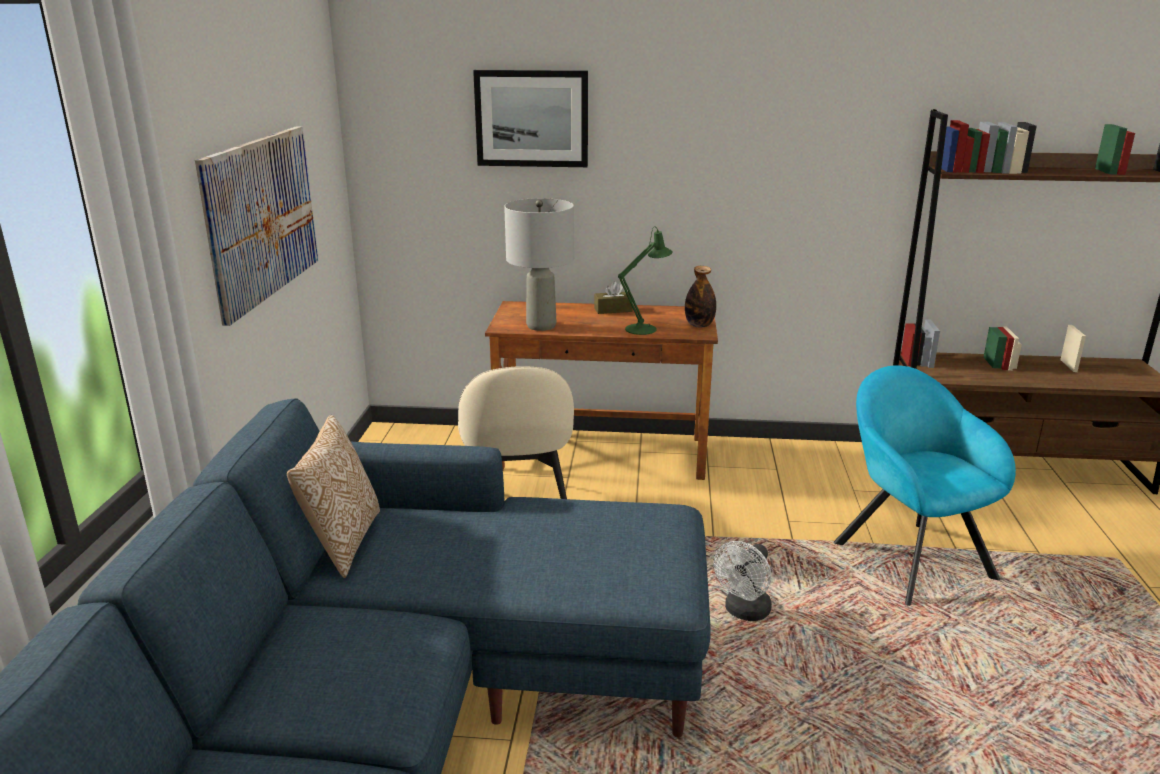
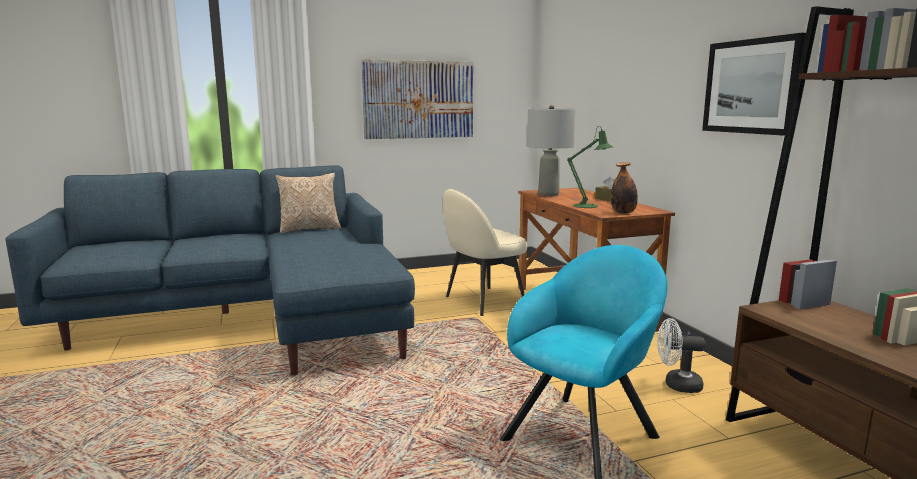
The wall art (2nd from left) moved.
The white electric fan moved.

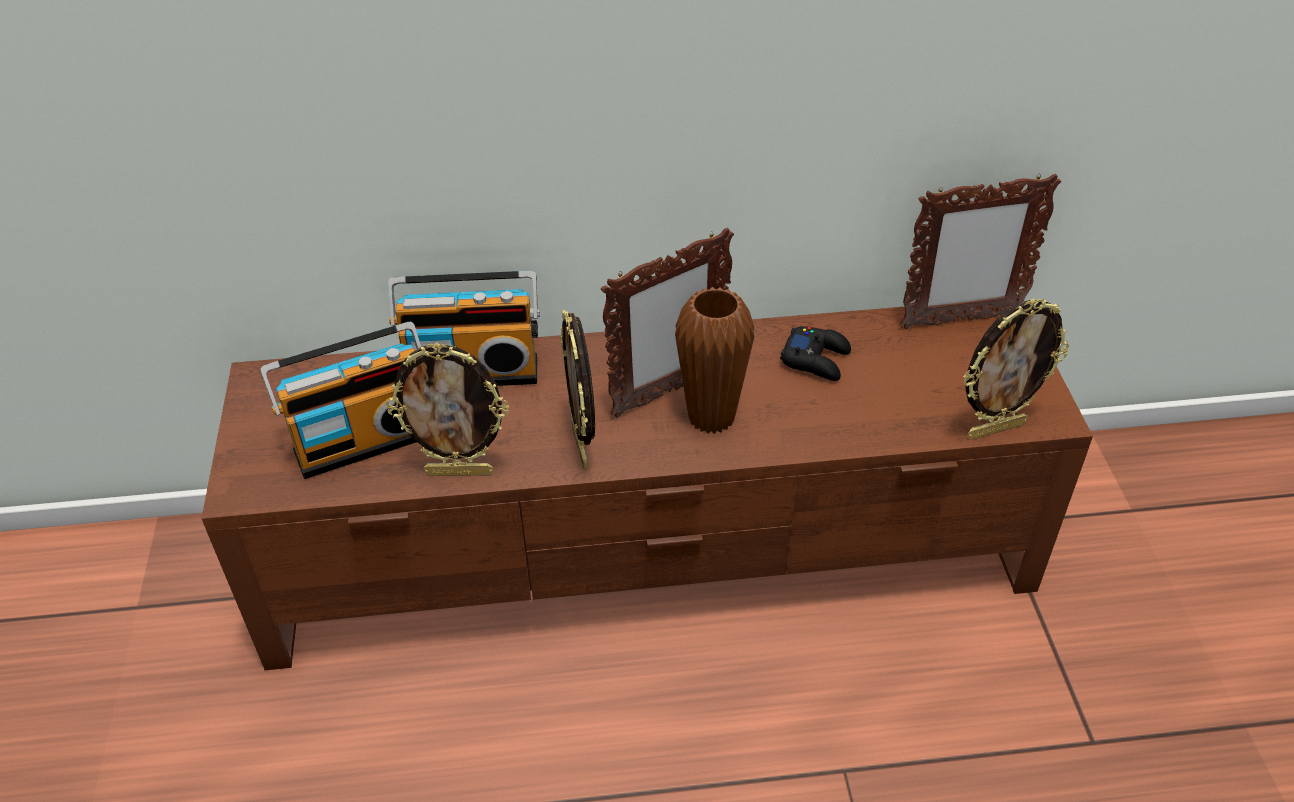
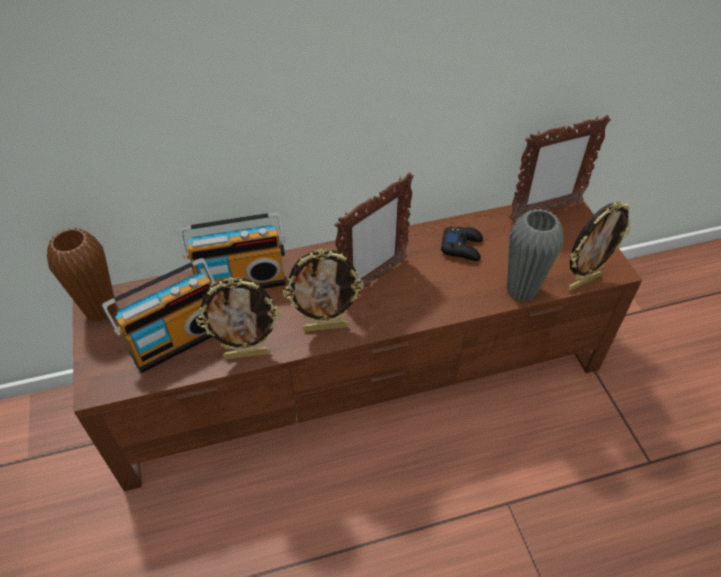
The brown flower vase moved.
The picture frame (2nd from left) turned 75 degrees counterclockwise.
The gray flower vase appeared.

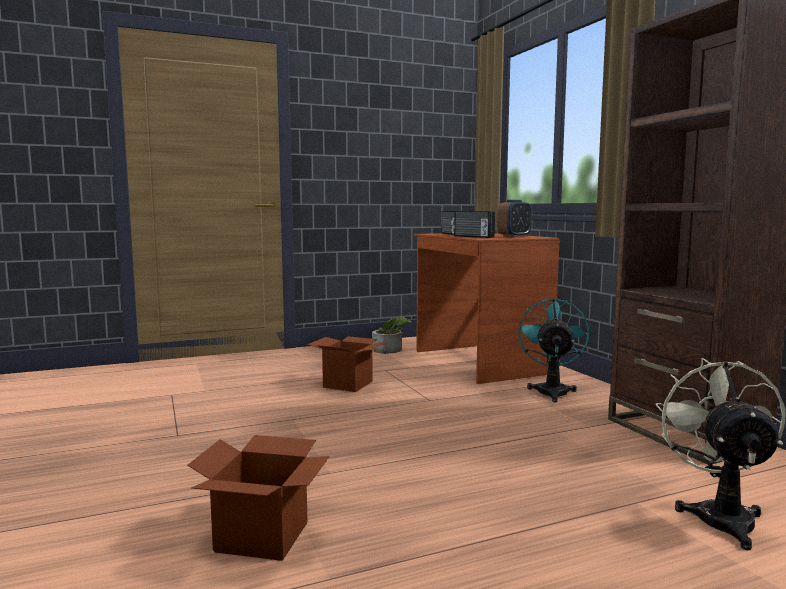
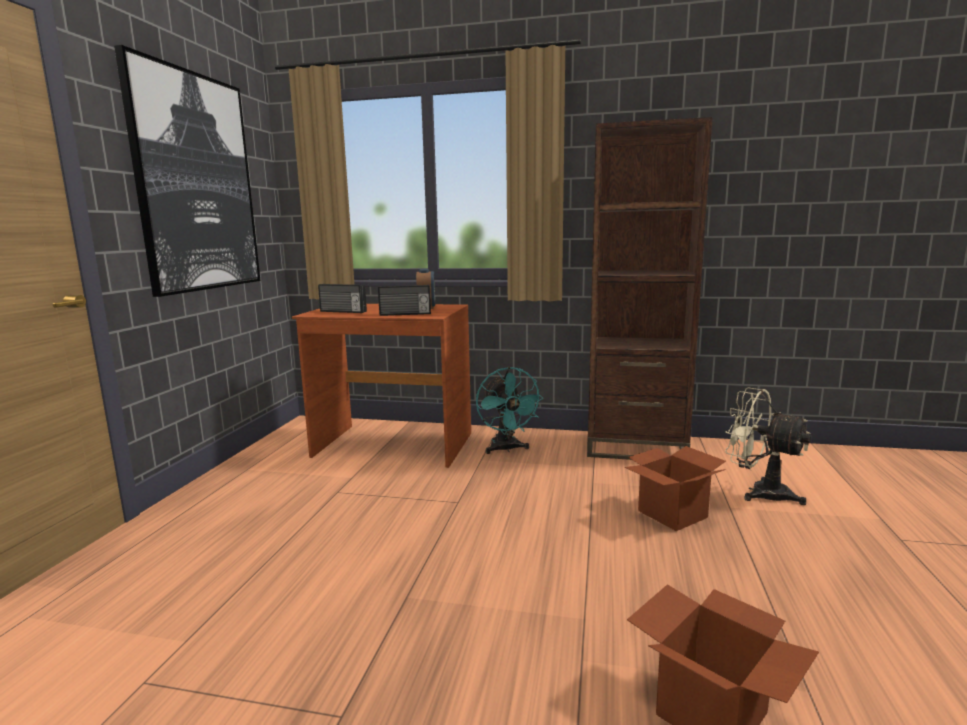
The turquoise electric fan turned 150 degrees counterclockwise.
The houseplant disappeared.
The cardboard box (2nd from left in the first image) moved.
The wall art appeared.

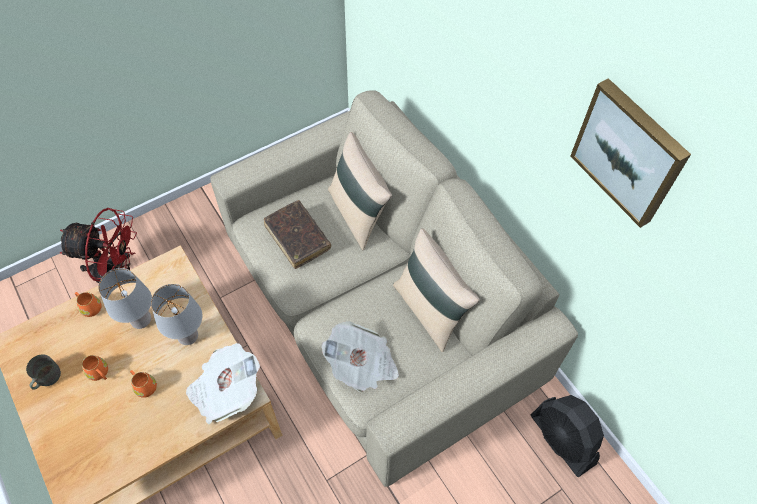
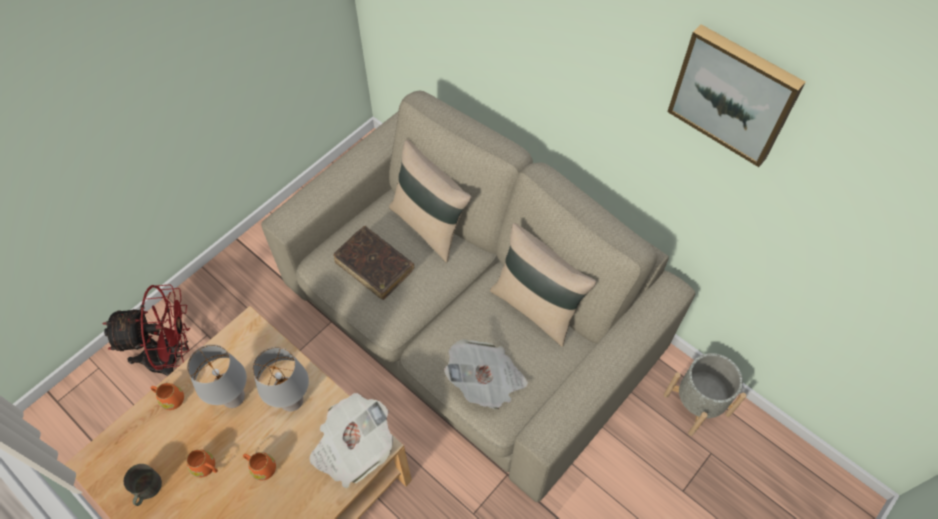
The black electric fan was replaced by the gray planter.

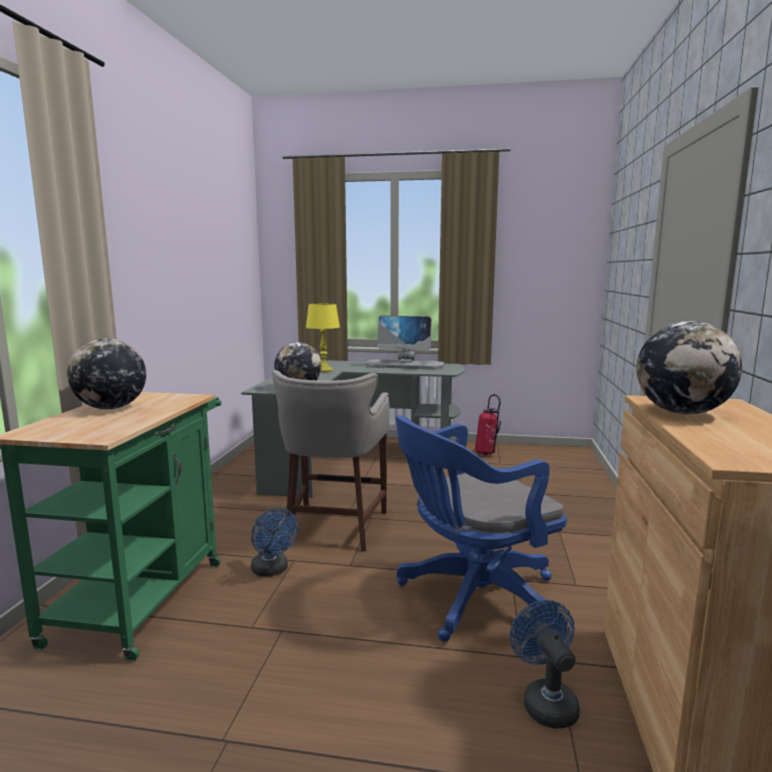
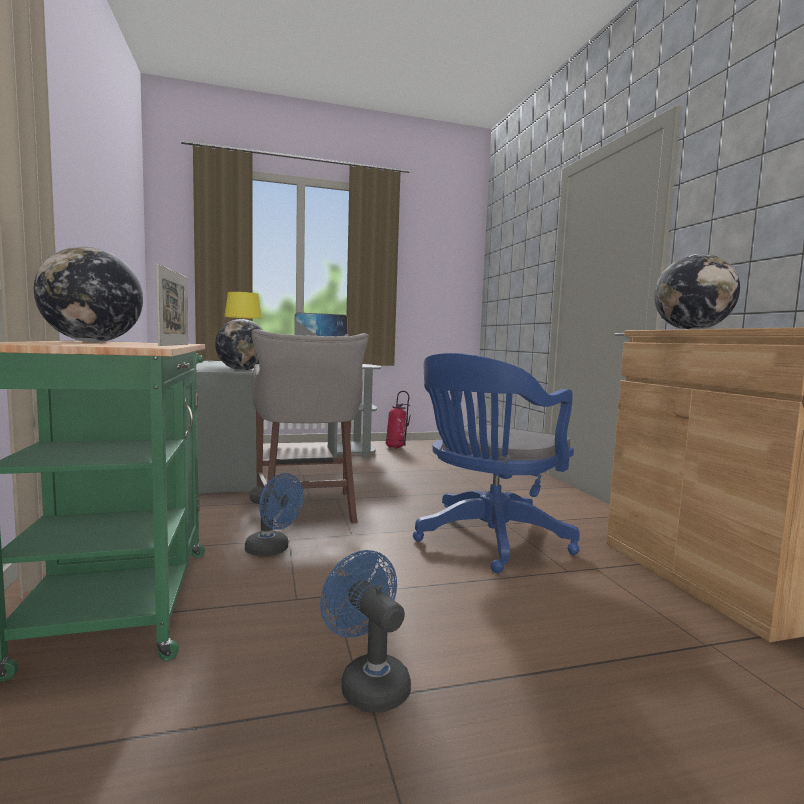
The blue-coloured electric fan (2nd from left) moved.
The picture frame appeared.

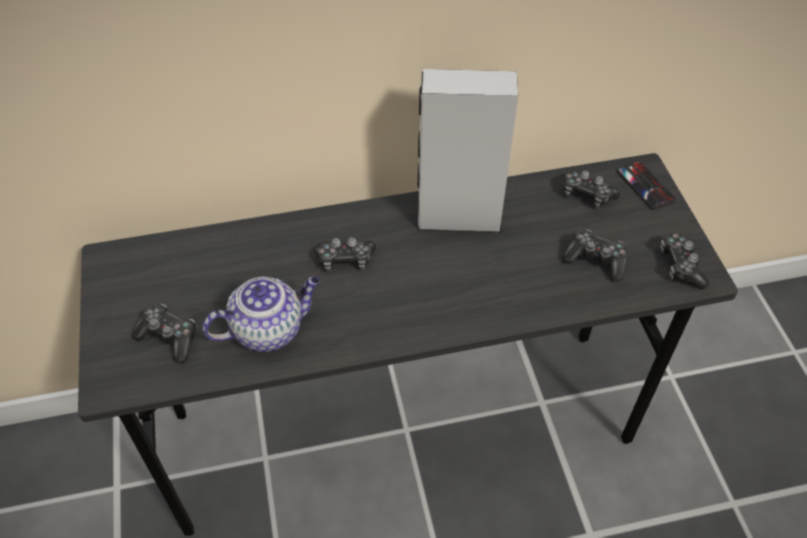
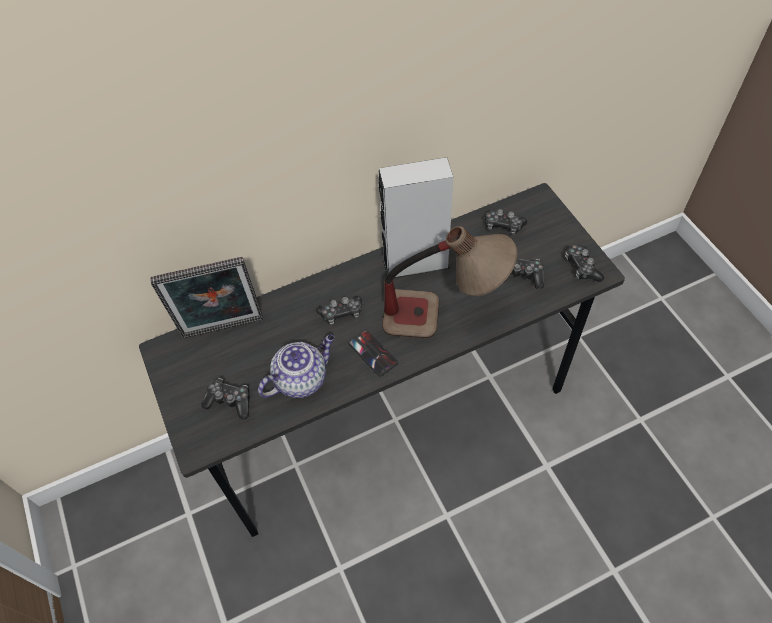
The telephone moved.
The tabletop lamp appeared.
The picture frame appeared.

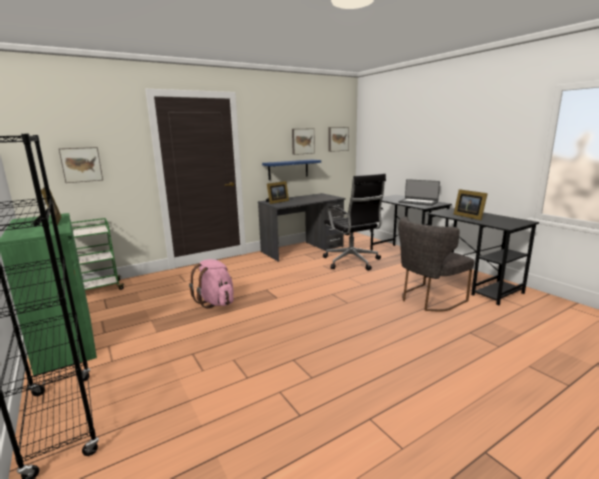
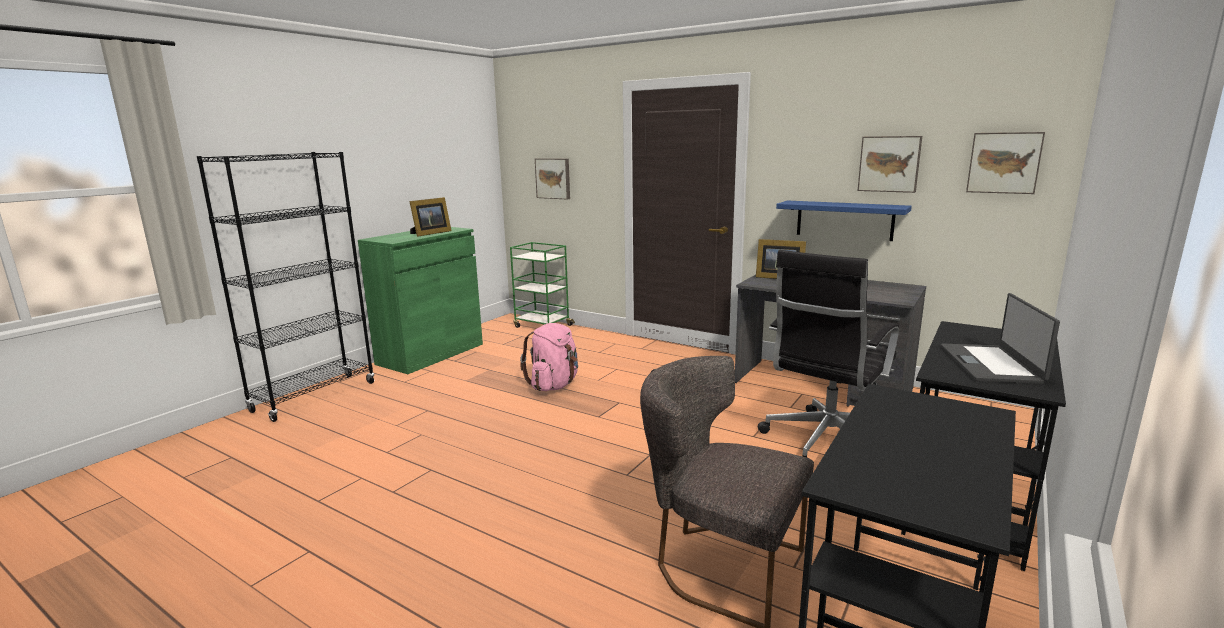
The picture frame (3rd from left) disappeared.

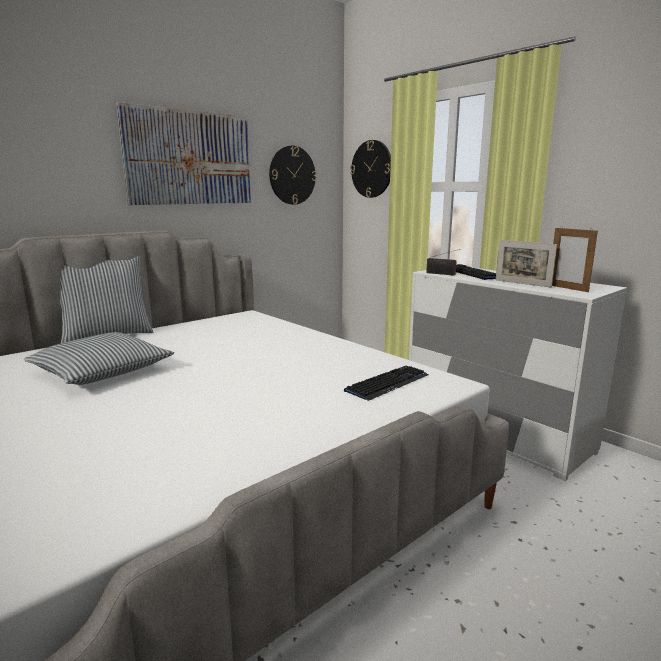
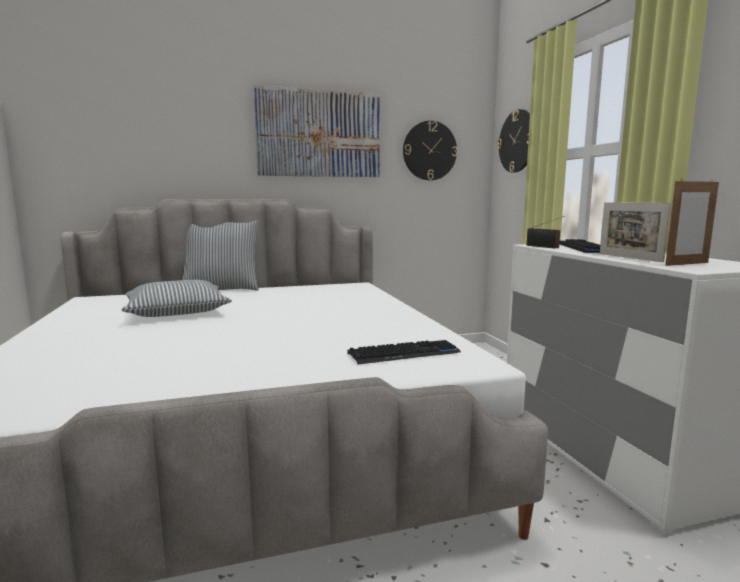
The picture frame (2nd from left) turned 105 degrees counterclockwise.

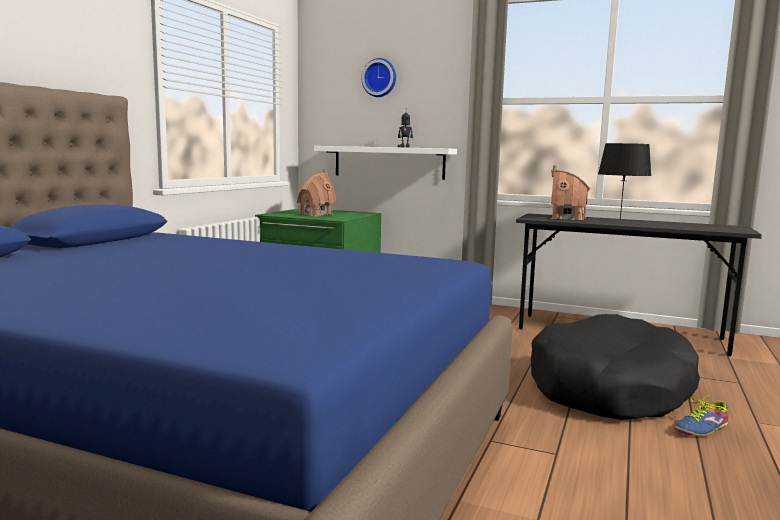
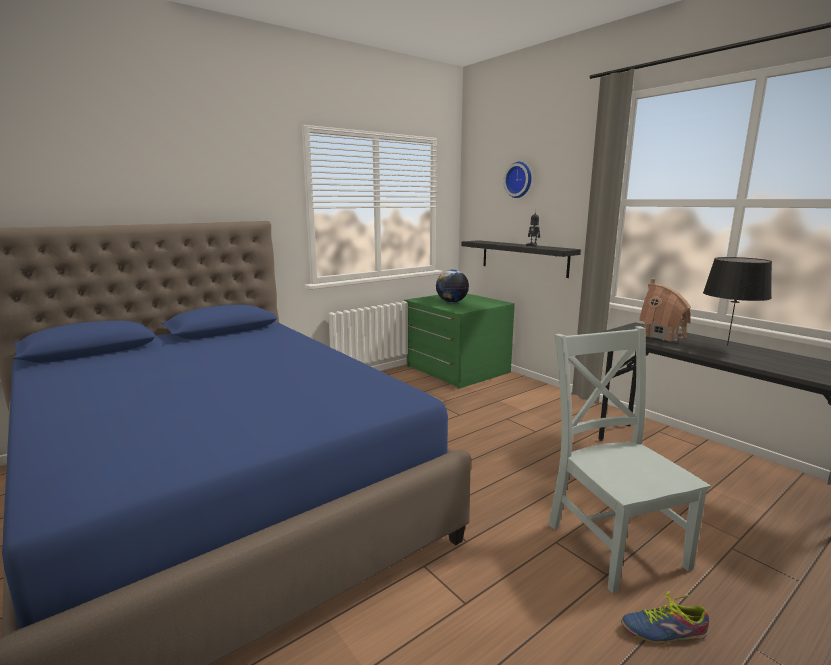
The white shelf became the black shelf.
The toy house (1st from left) was replaced by the desk globe.
The black dog bed was replaced by the gray chair.

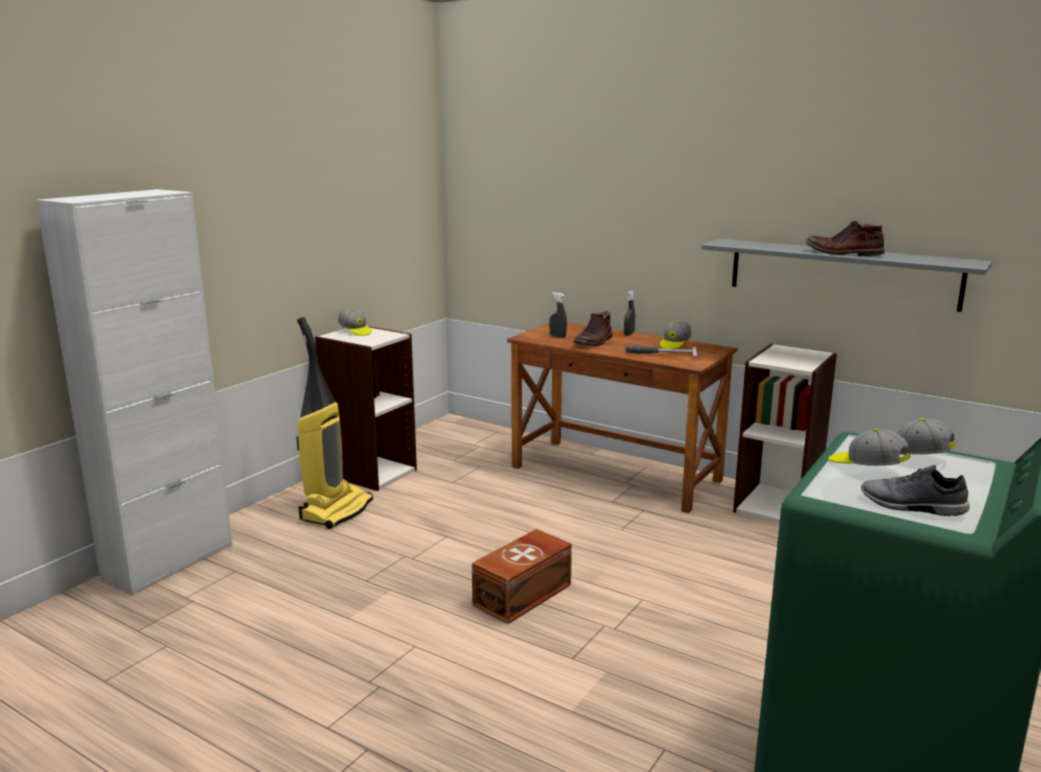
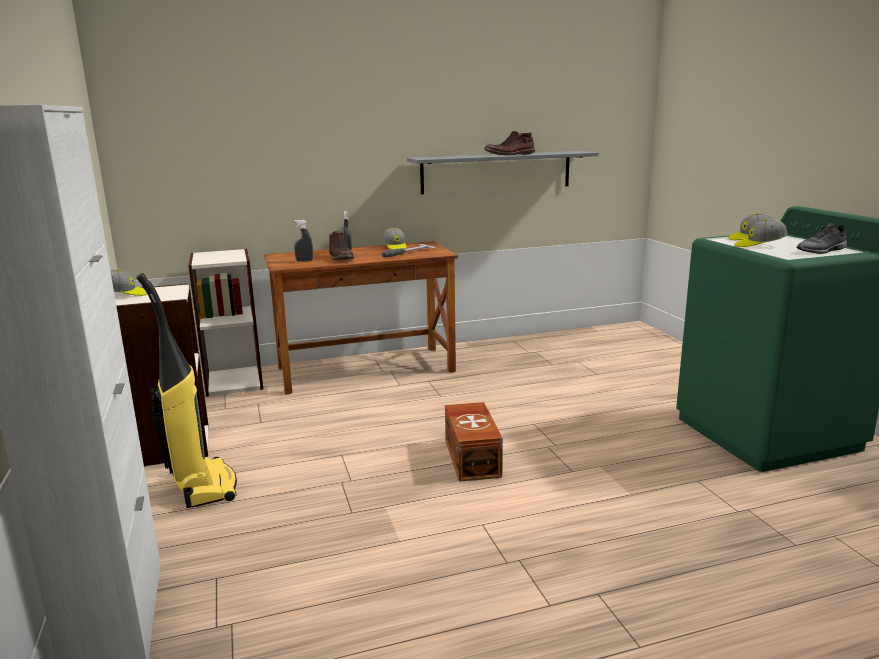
The bookshelf (2nd from left) moved.

